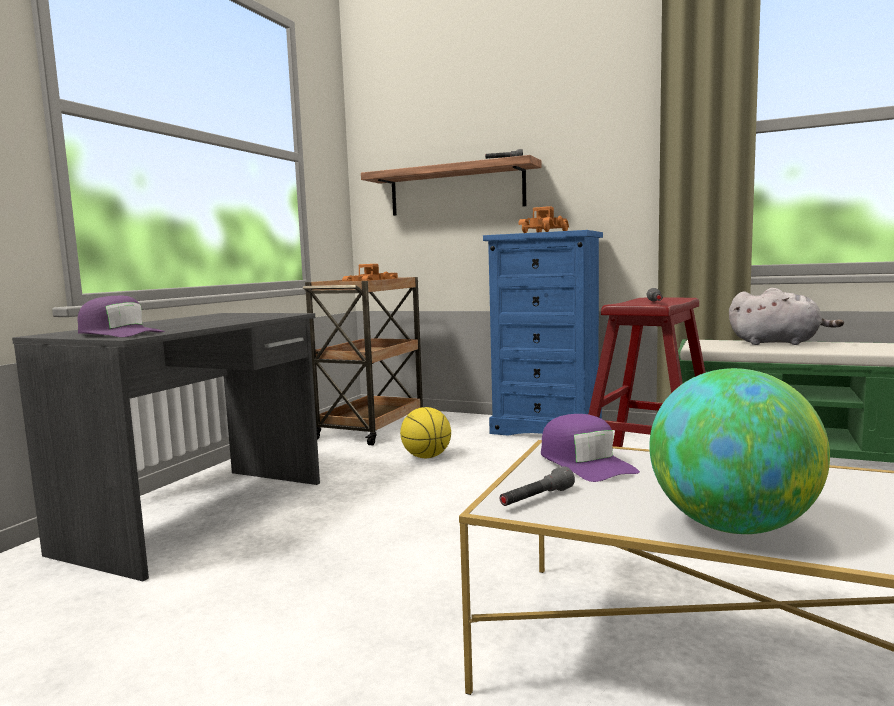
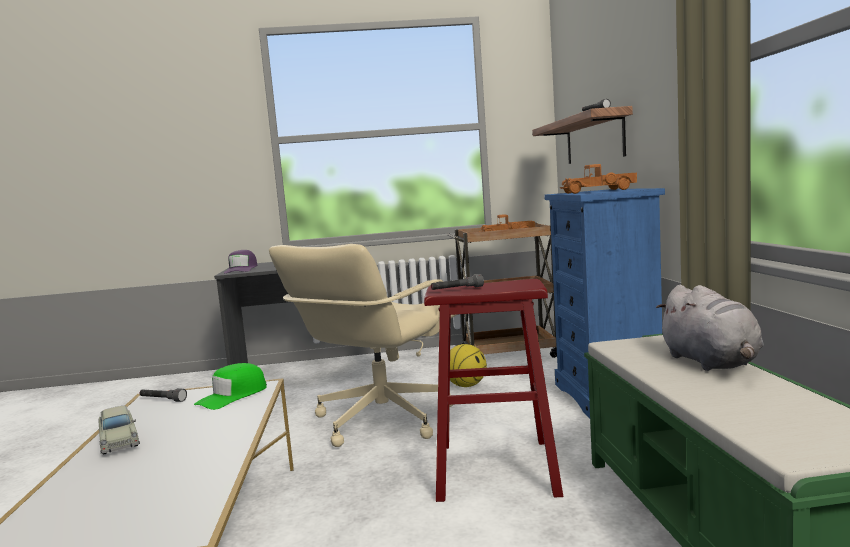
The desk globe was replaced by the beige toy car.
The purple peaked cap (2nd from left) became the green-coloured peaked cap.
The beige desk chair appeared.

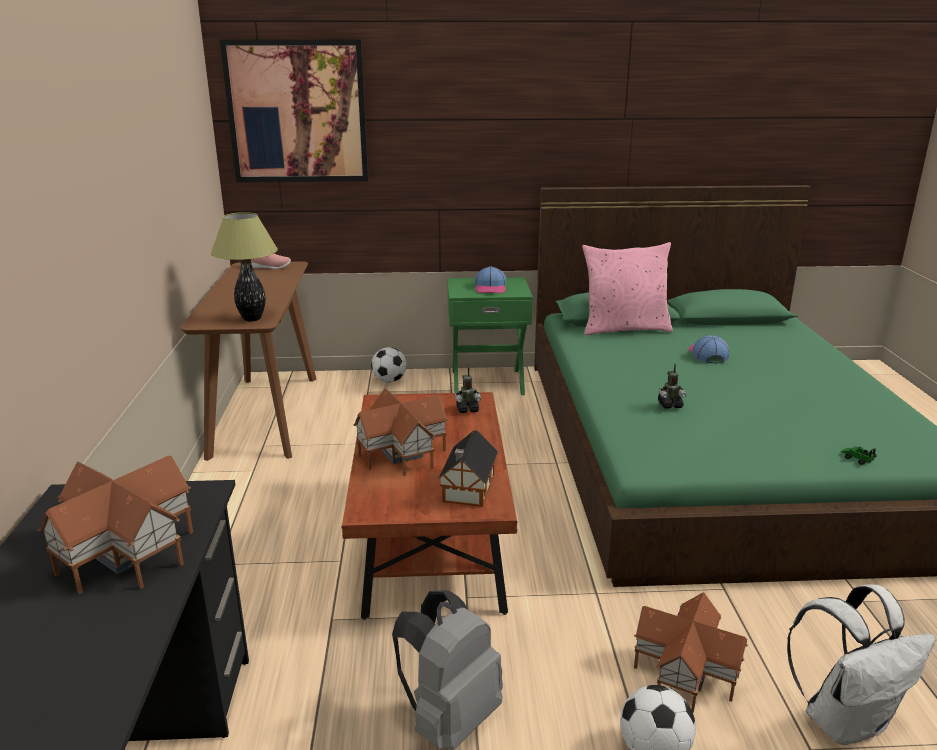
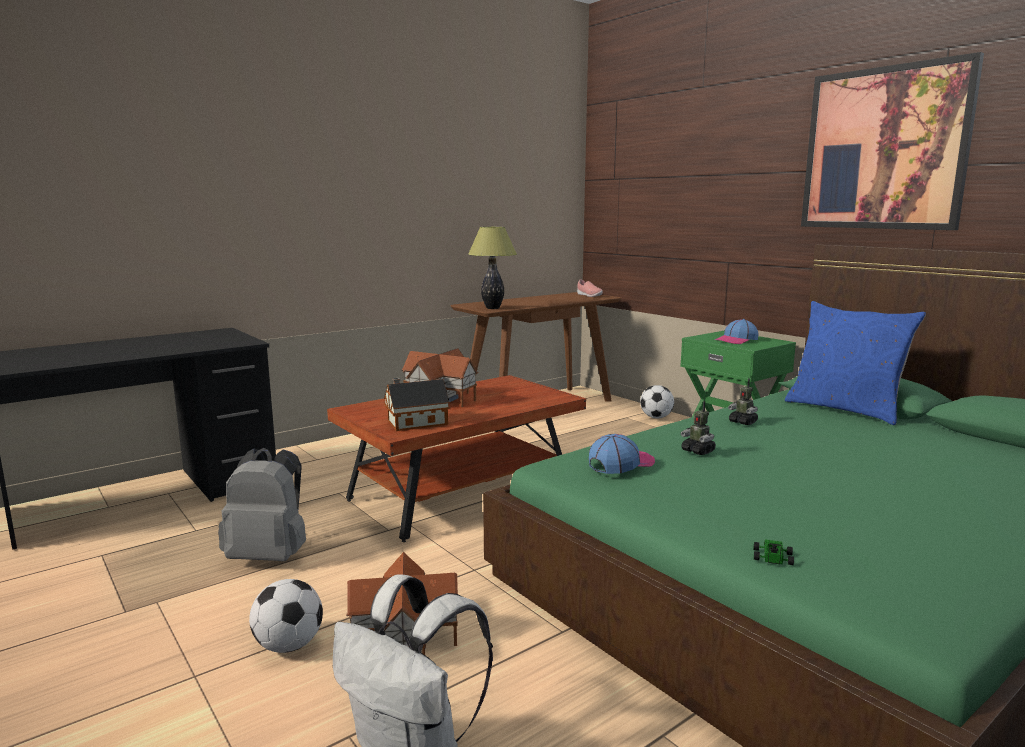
The wall art moved.
The pinkish cushion became the blue-coloured cushion.
The peaked cap (2nd from left in the first image) moved.
The model robot (1st from left in the first image) moved.
The toy house (1st from left) disappeared.

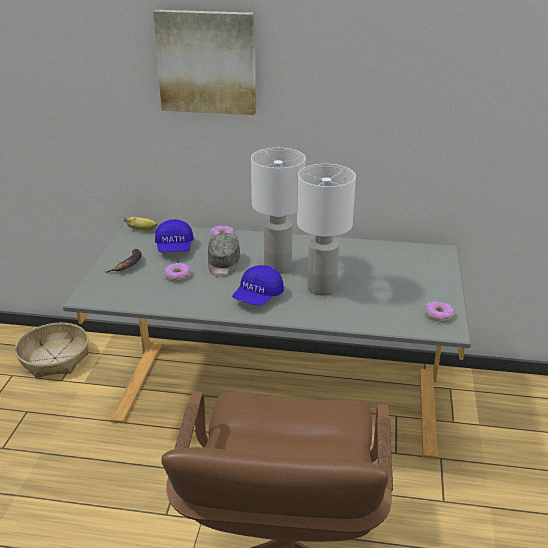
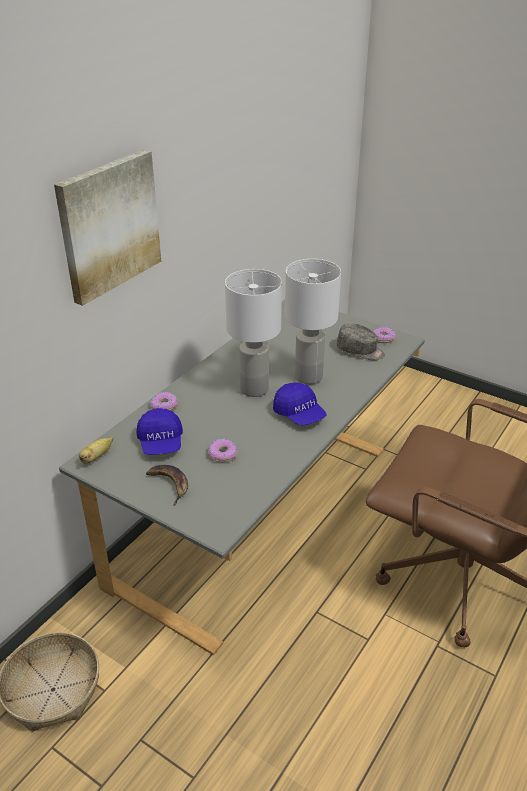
The blue-coloured peaked cap (1st from left) turned 60 degrees clockwise.
The gray peaked cap moved.

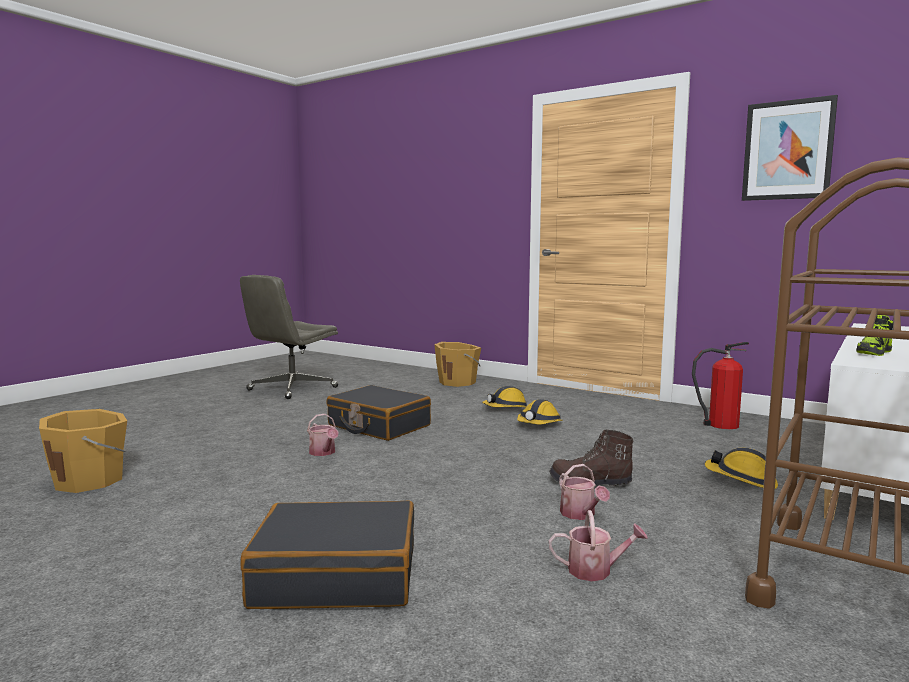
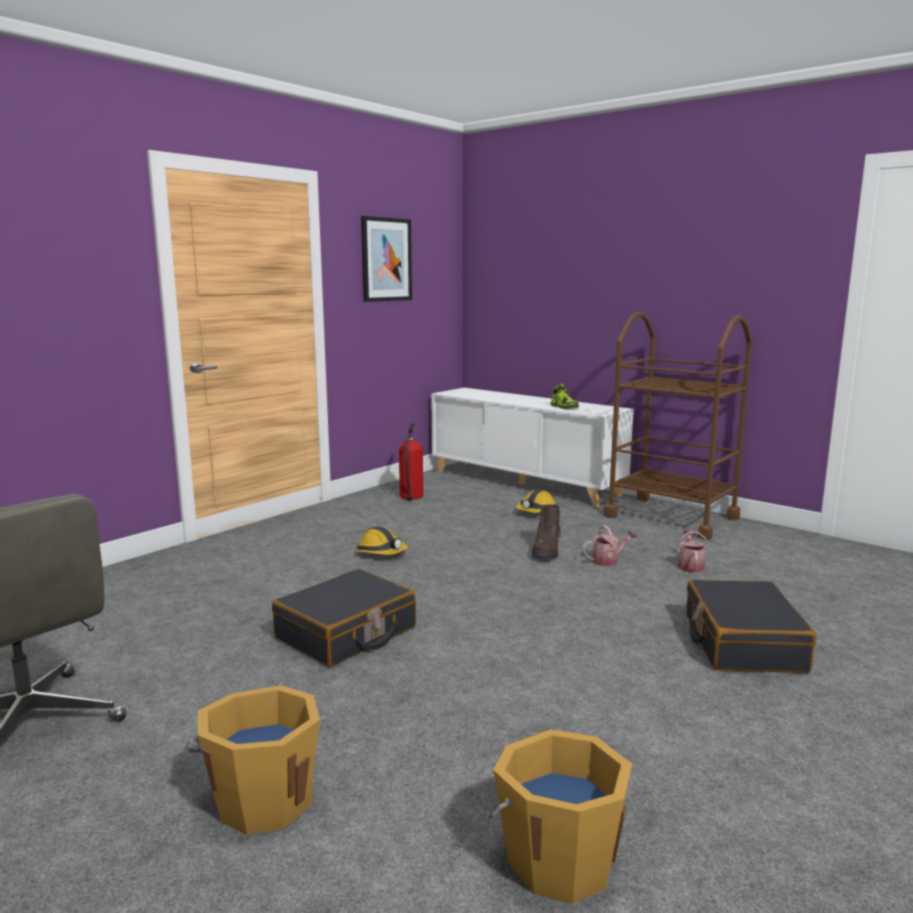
The orange-coloured pail (2nd from left in the first image) moved.
The work helmet (1st from left) disappeared.
The sprinkling can (1st from left) disappeared.

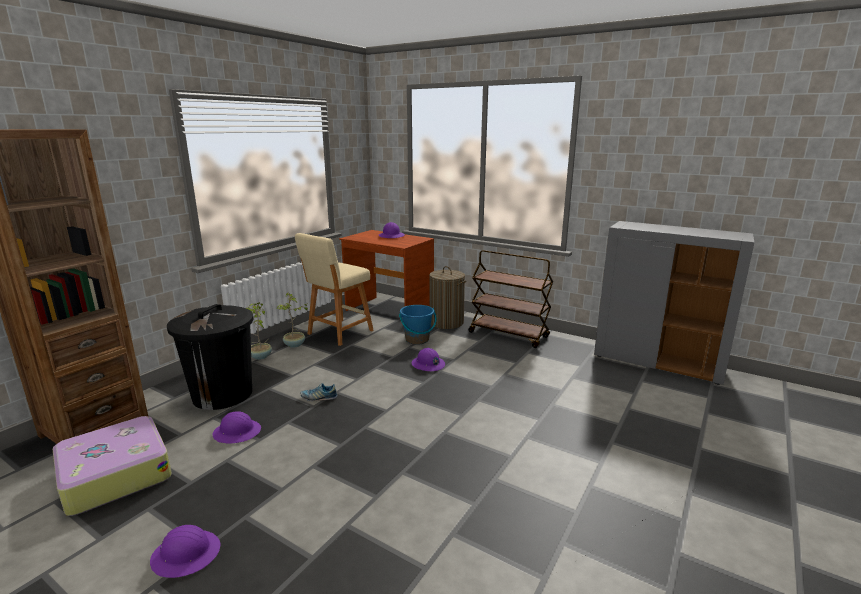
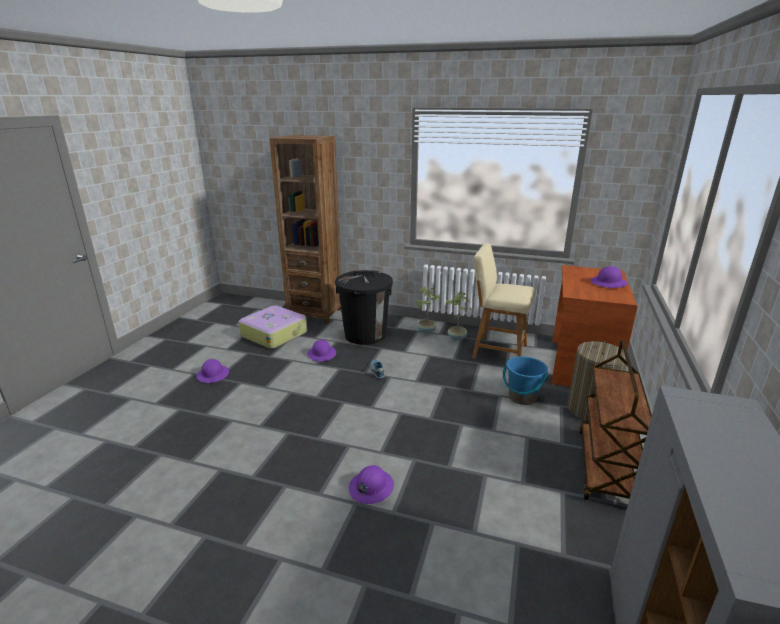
The purple work helmet (4th from left in the first image) moved.

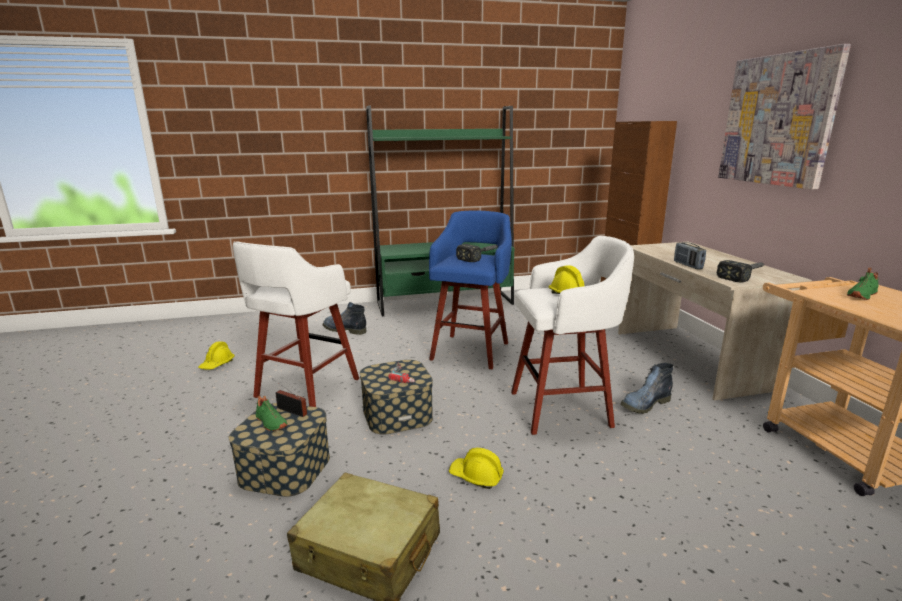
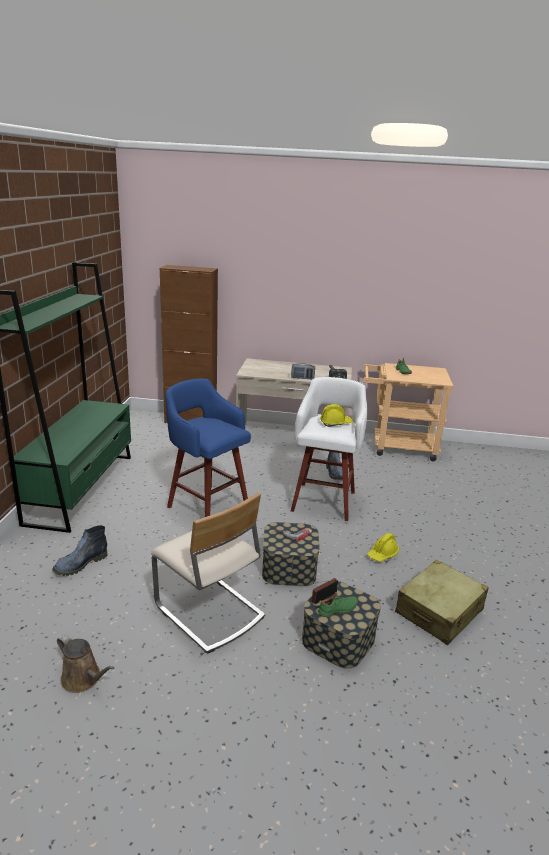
The wall art disappeared.
The white stool (1st from left) was replaced by the beige chair.
The hammer (1st from left) disappeared.
The yellow-coloured work helmet (1st from left) was replaced by the brown sprinkling can.

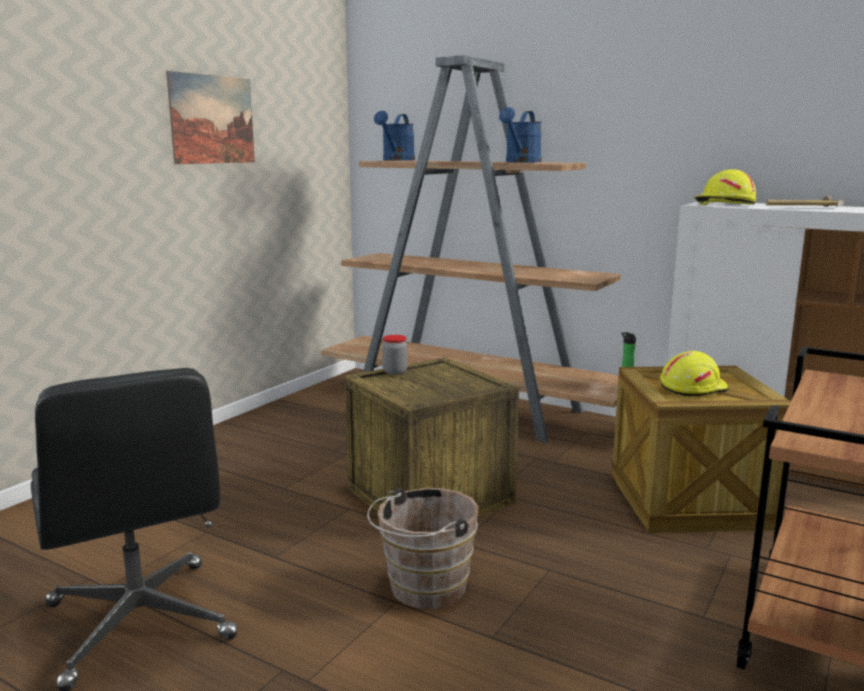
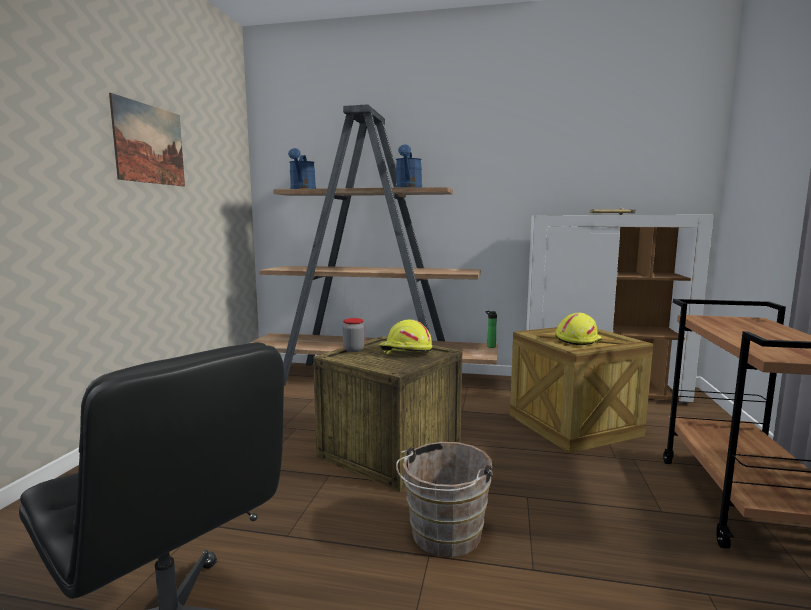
The yellow-coloured work helmet (2nd from left in the first image) moved.

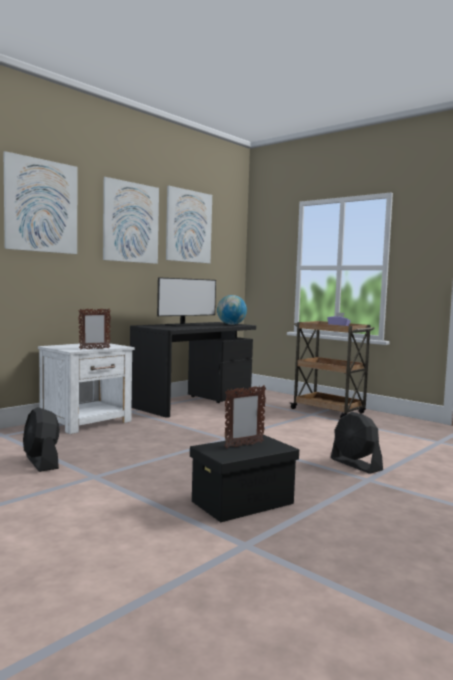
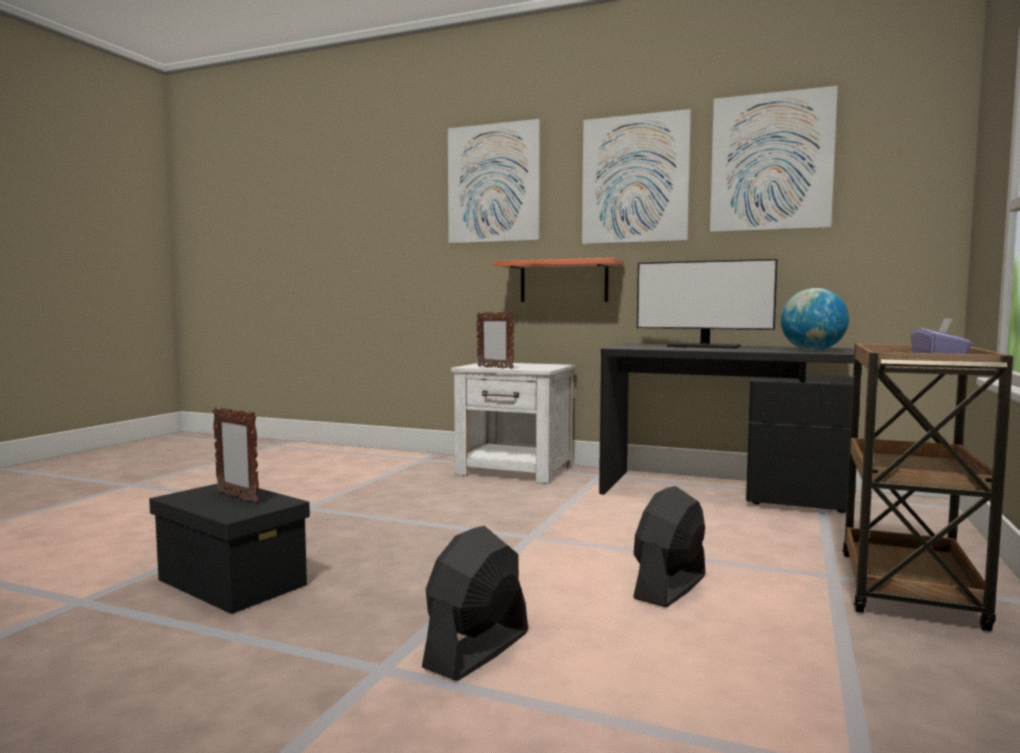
The black electric fan (1st from left in the first image) moved.
The shelf appeared.

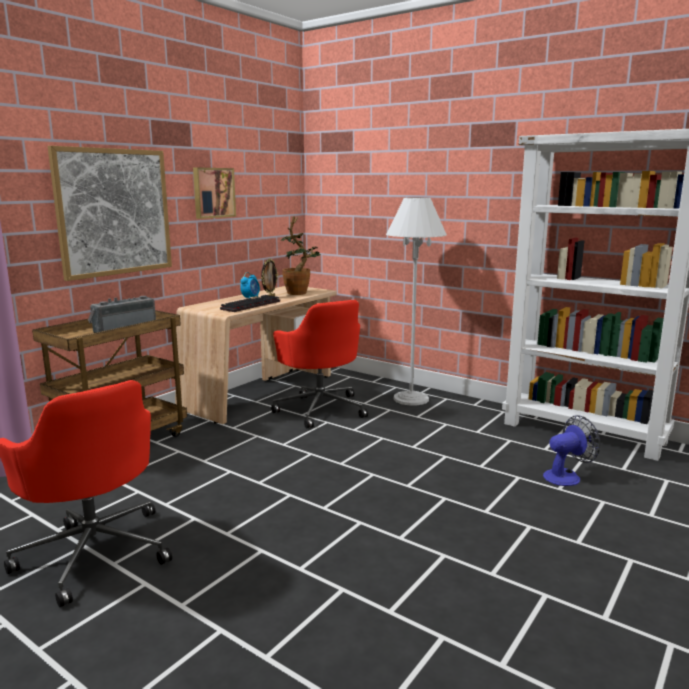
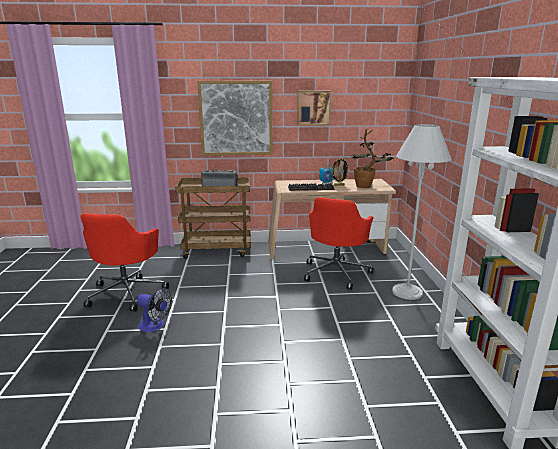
The electric fan moved.

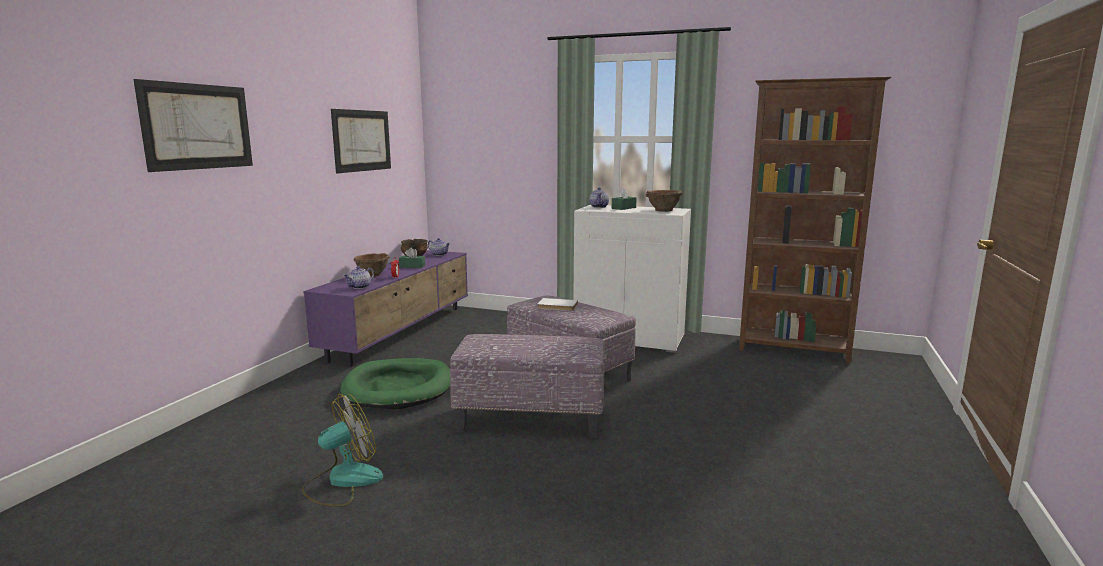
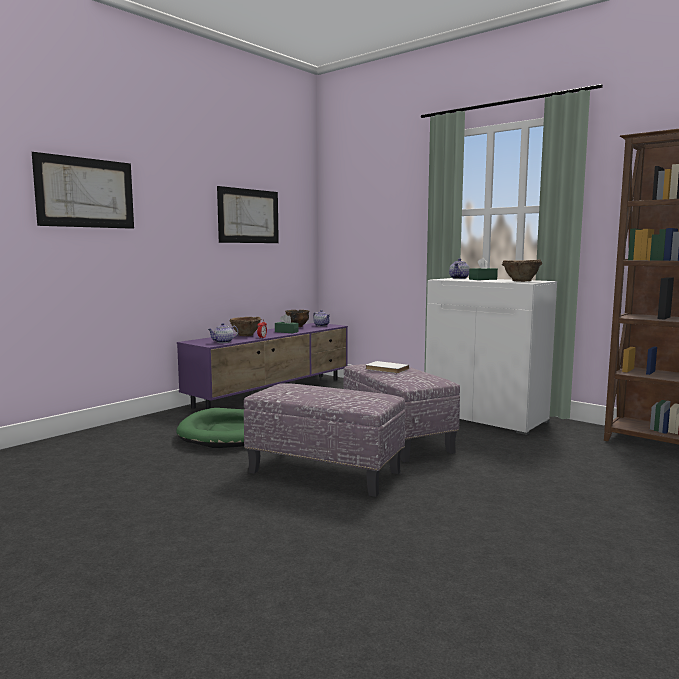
The electric fan disappeared.

